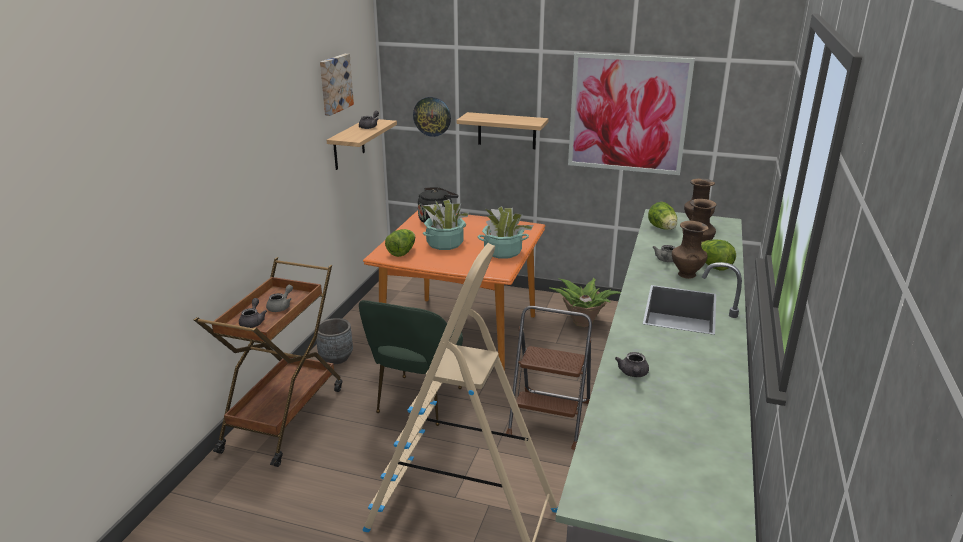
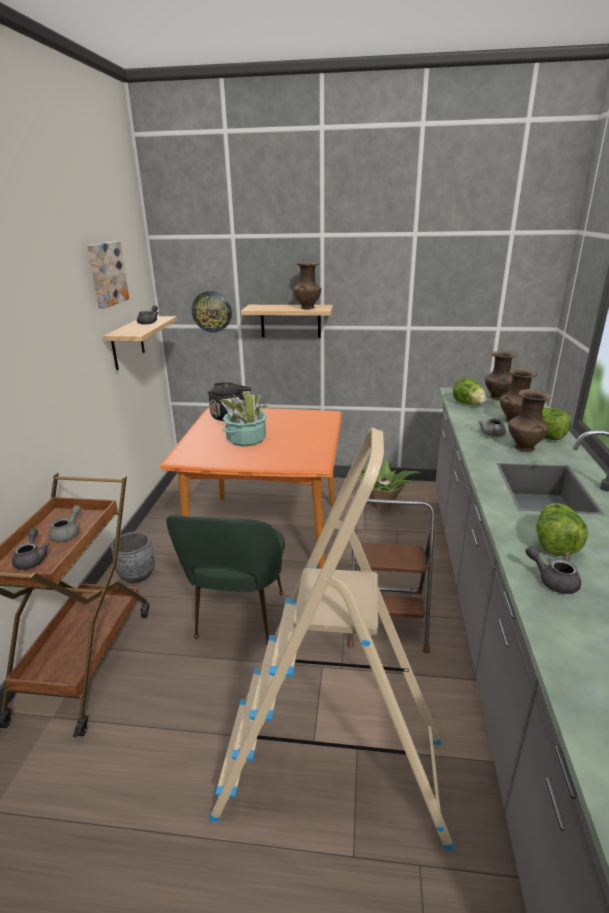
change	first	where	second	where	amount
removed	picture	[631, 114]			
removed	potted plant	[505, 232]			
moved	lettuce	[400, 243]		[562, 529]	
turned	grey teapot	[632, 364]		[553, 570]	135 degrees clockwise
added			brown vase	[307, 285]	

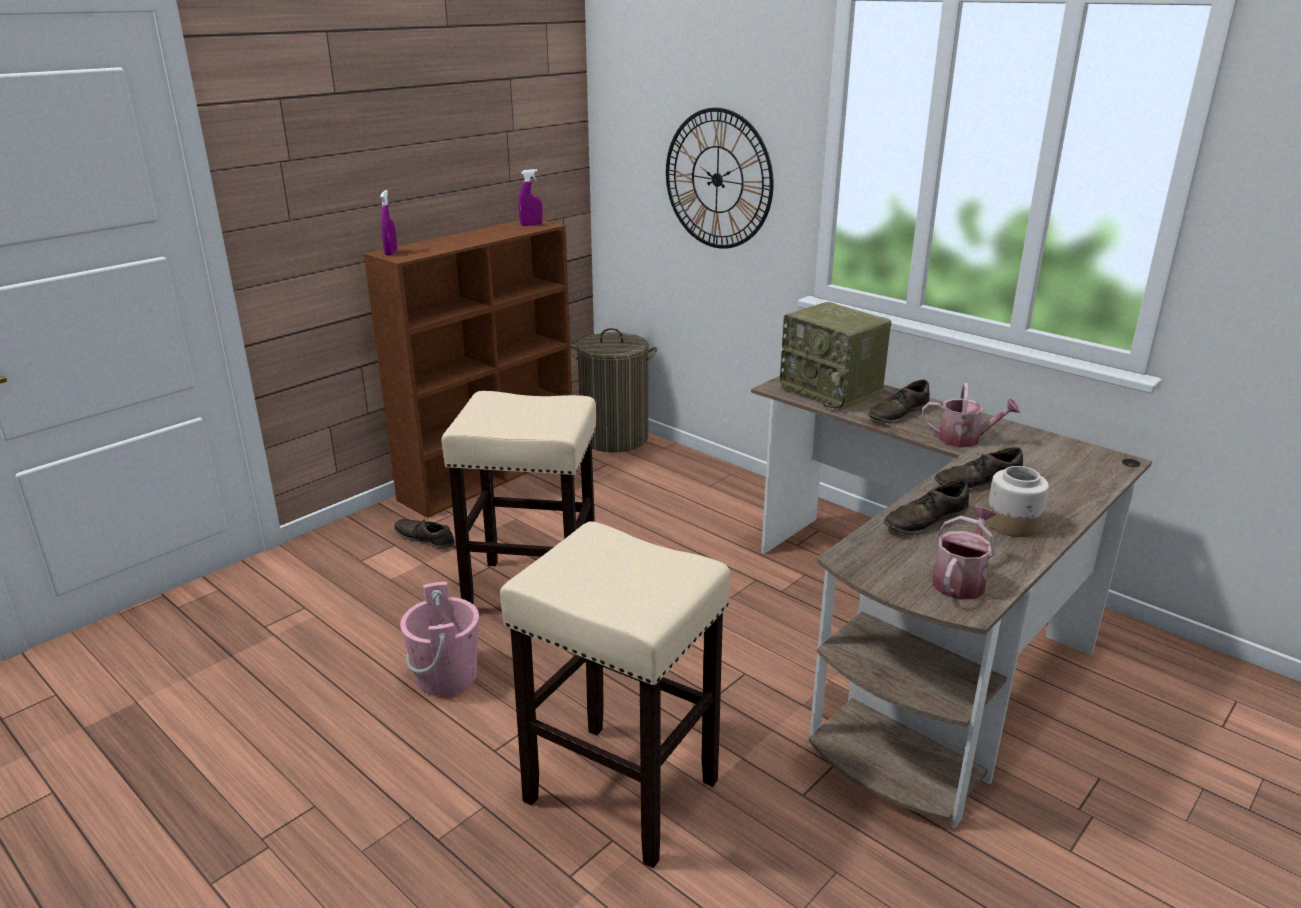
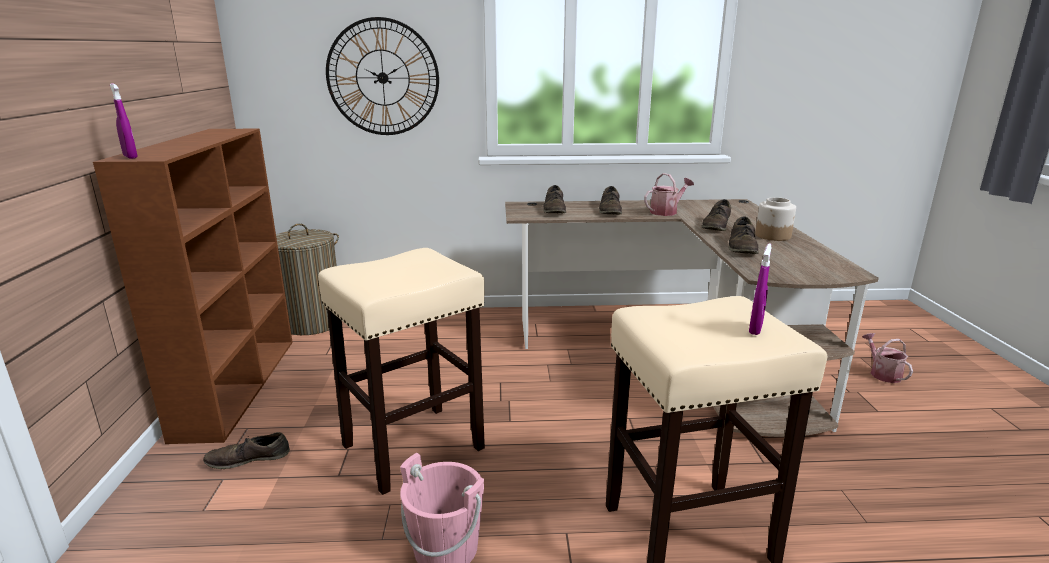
change	first	where	second	where	amount
moved	purple spray bottle	[531, 197]		[760, 289]	
replaced	radio	[835, 356]	brown shoe	[554, 199]	
moved	watering can	[964, 553]		[887, 358]	

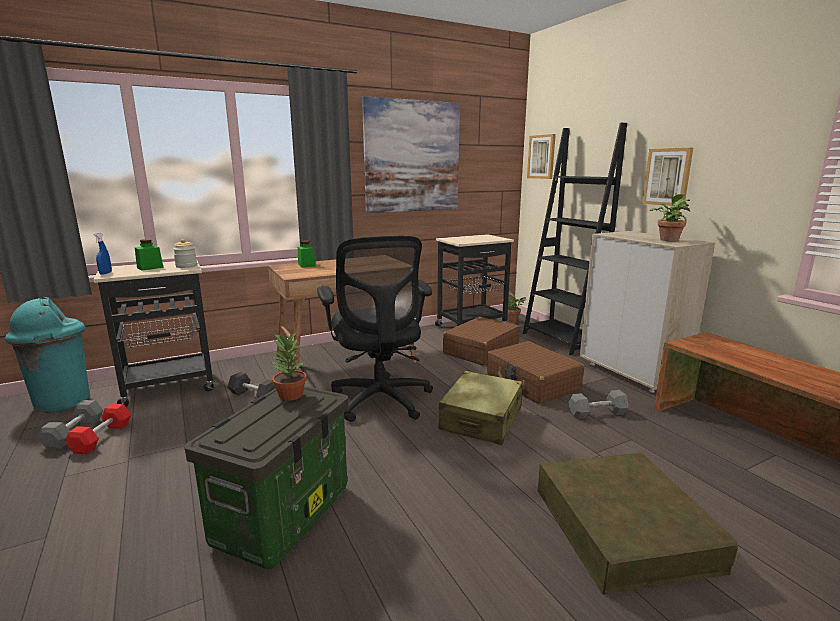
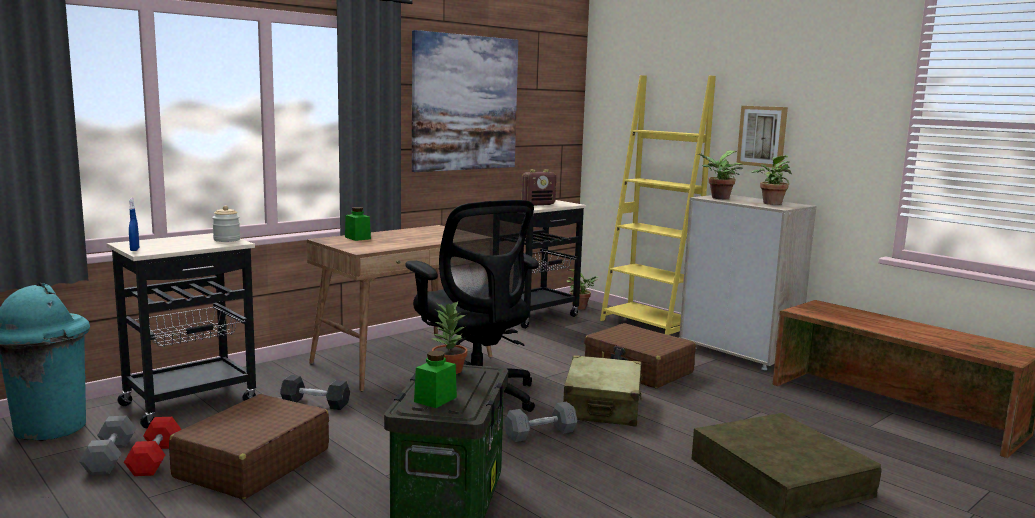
change	first	where	second	where	amount
recoloured	black bookcase	[575, 239]	yellow bookcase	[658, 205]	
removed	picture	[541, 156]			
moved	green jar	[149, 255]		[435, 379]	
moved	brown suitcase	[481, 341]		[249, 446]	
moved	grey dumbbell	[599, 404]		[541, 422]	
added			potted plant	[720, 175]	
added			radio	[539, 187]	

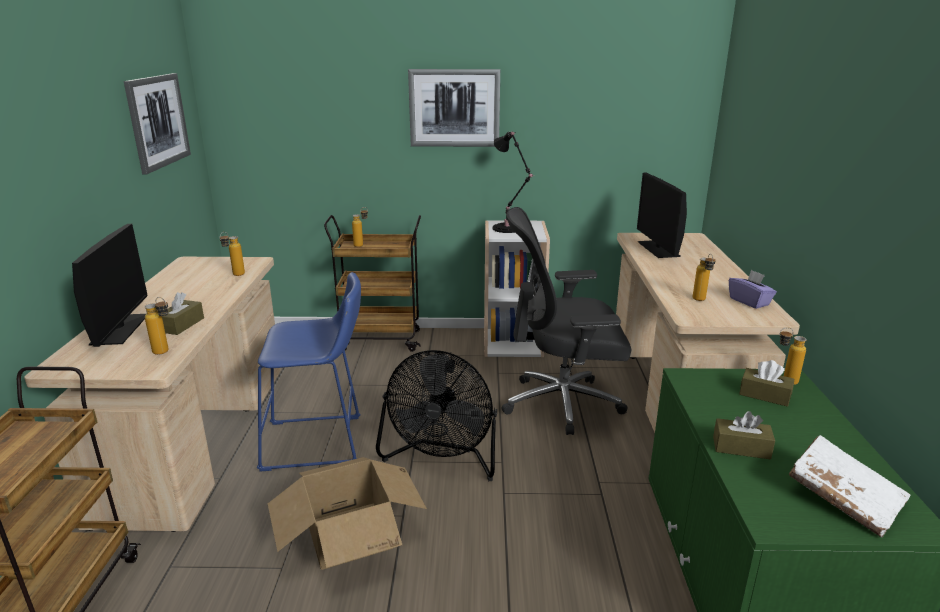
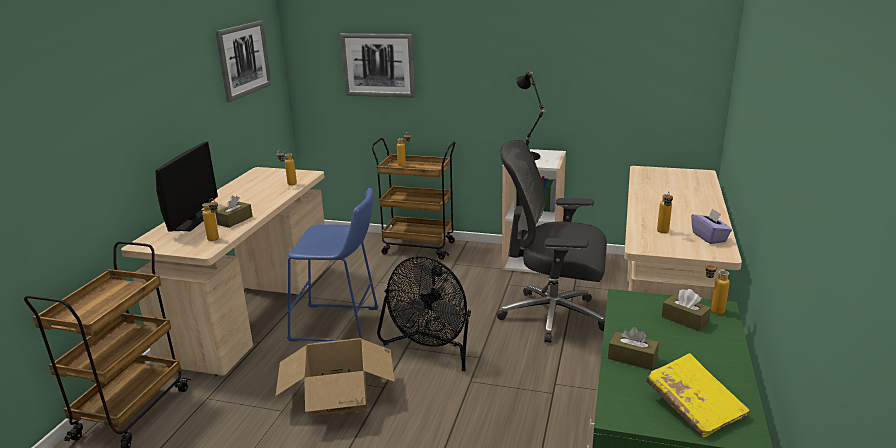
change	first	where	second	where	amount
moved	picture	[454, 108]		[378, 65]	
removed	monitor	[662, 215]			
recoloured	white book	[849, 486]	yellow book	[698, 396]	

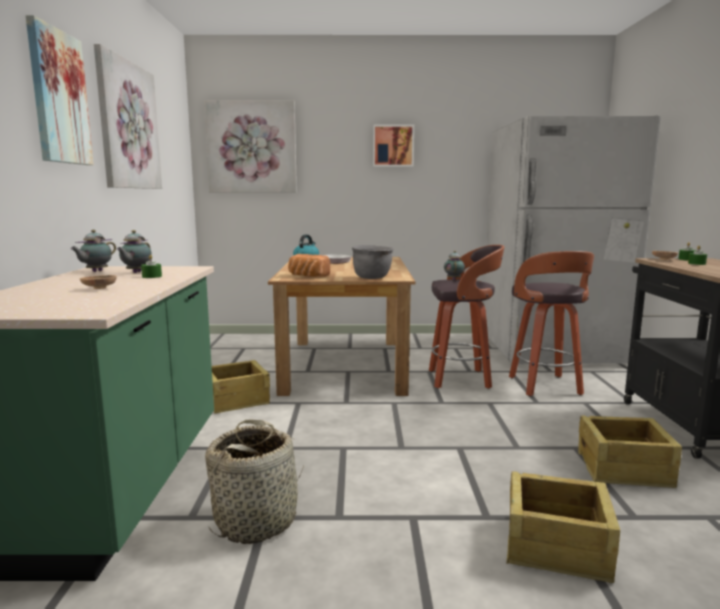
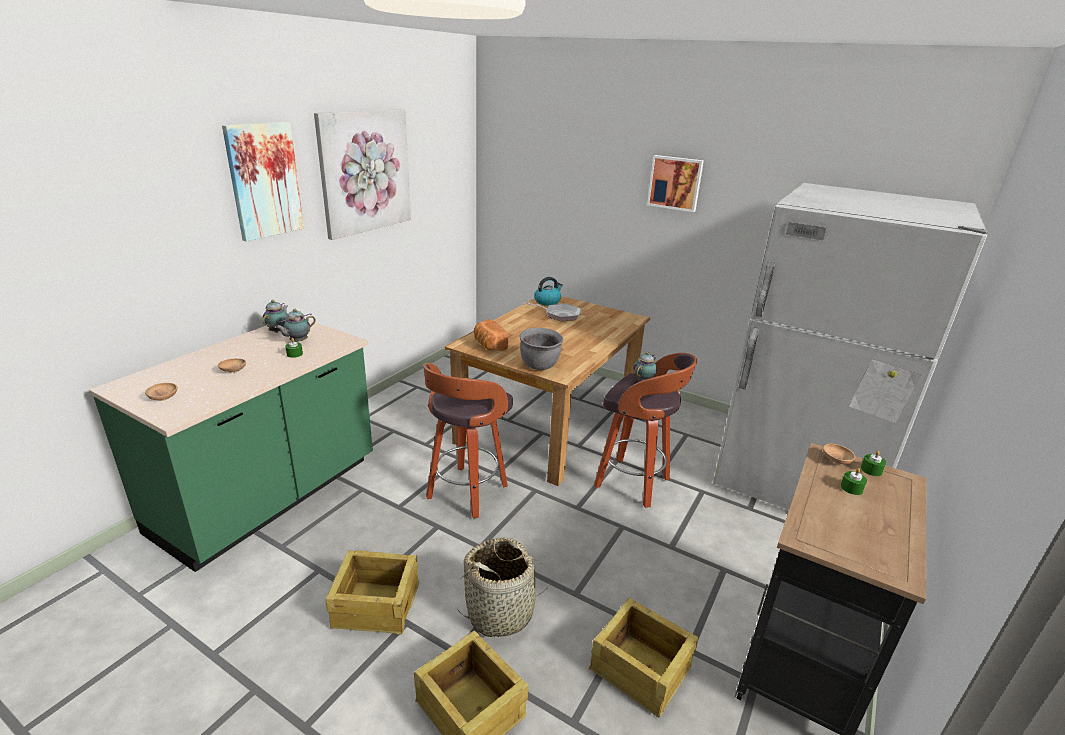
change	first	where	second	where	amount
removed	picture	[250, 146]			
turned	teapot	[93, 251]		[275, 316]	135 degrees clockwise
moved	stool	[551, 323]		[468, 440]	
moved	crate	[241, 387]		[372, 592]	
moved	basket	[254, 482]		[504, 587]	
added			brown bowl	[161, 392]	

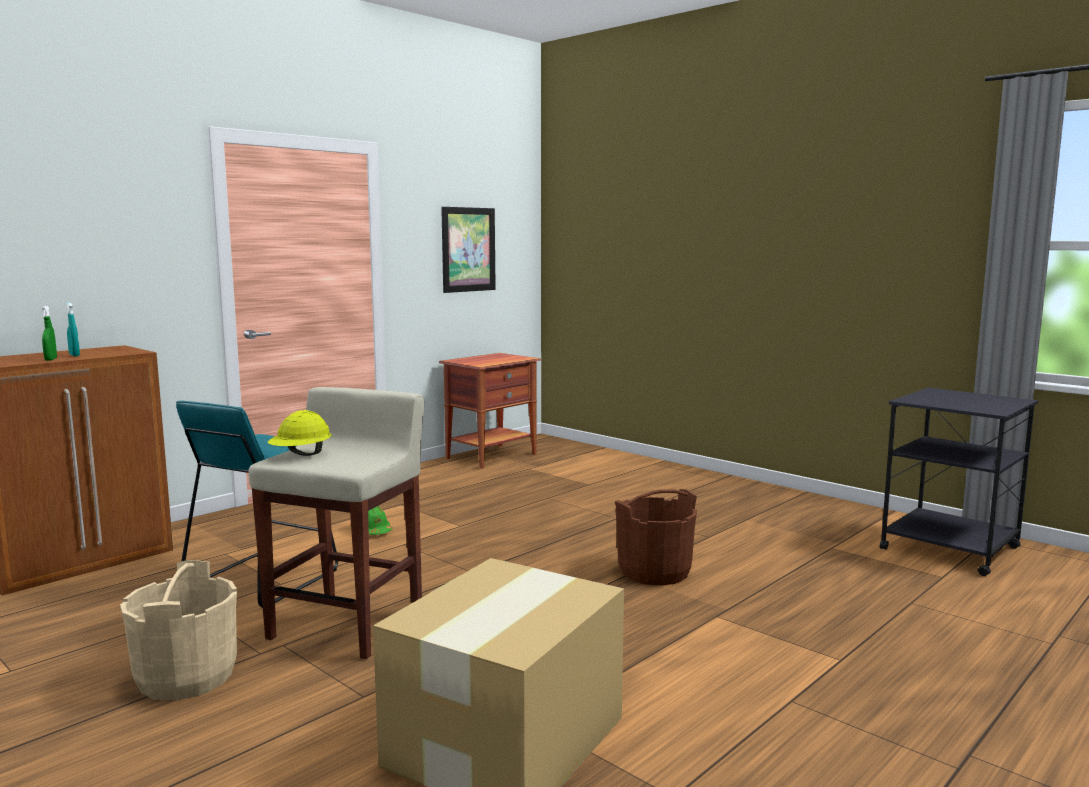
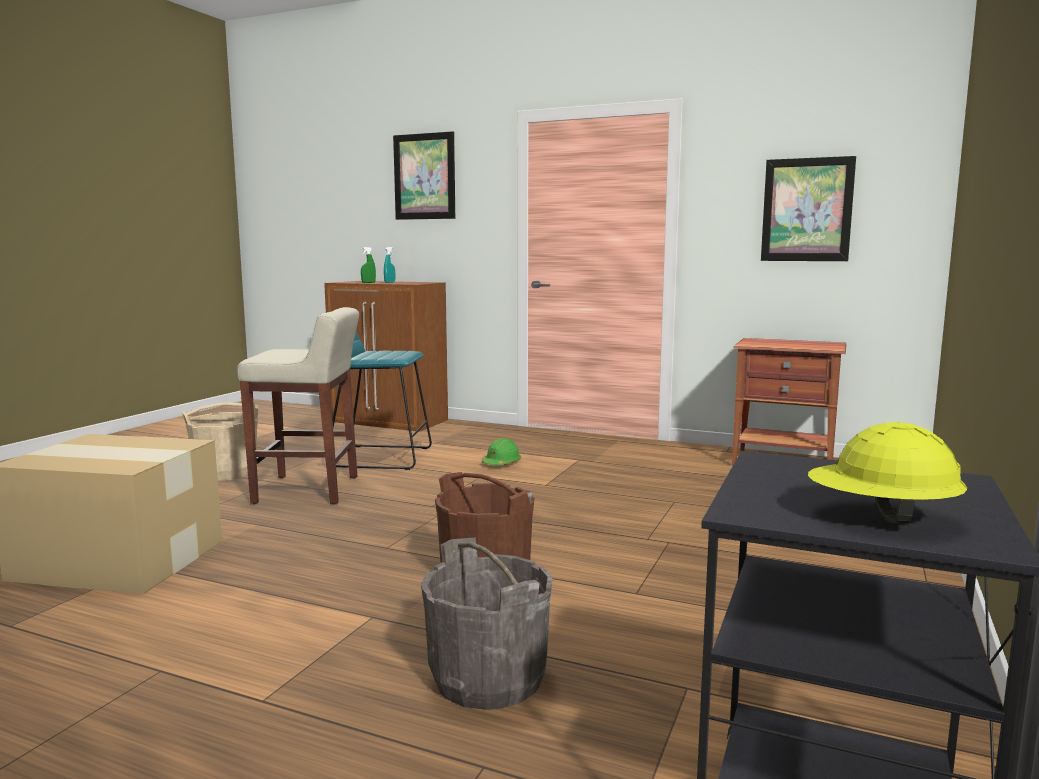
change	first	where	second	where	amount
moved	yellow hard hat	[300, 433]		[887, 473]	
added			picture	[424, 175]	
added			grey bucket	[487, 624]	

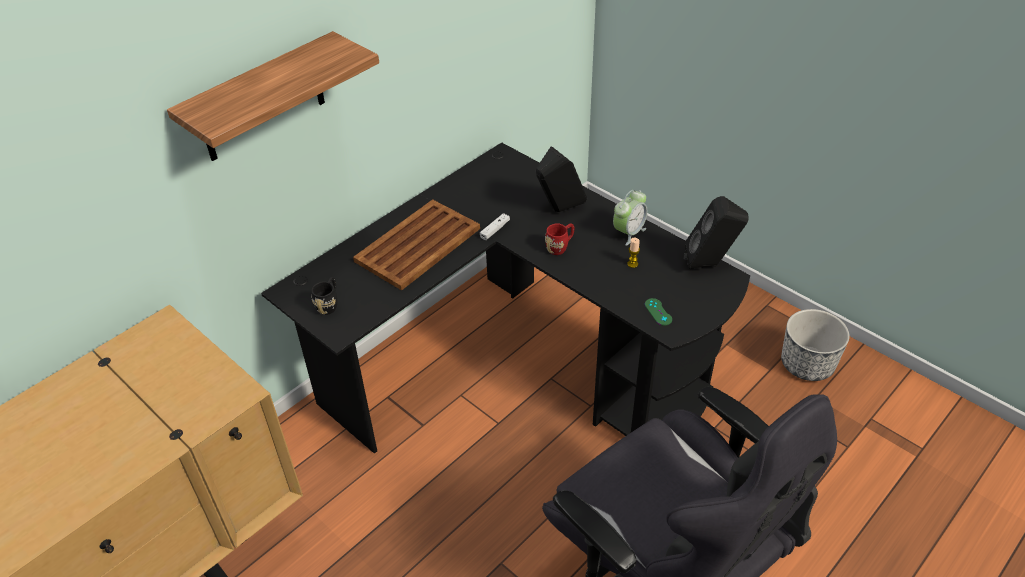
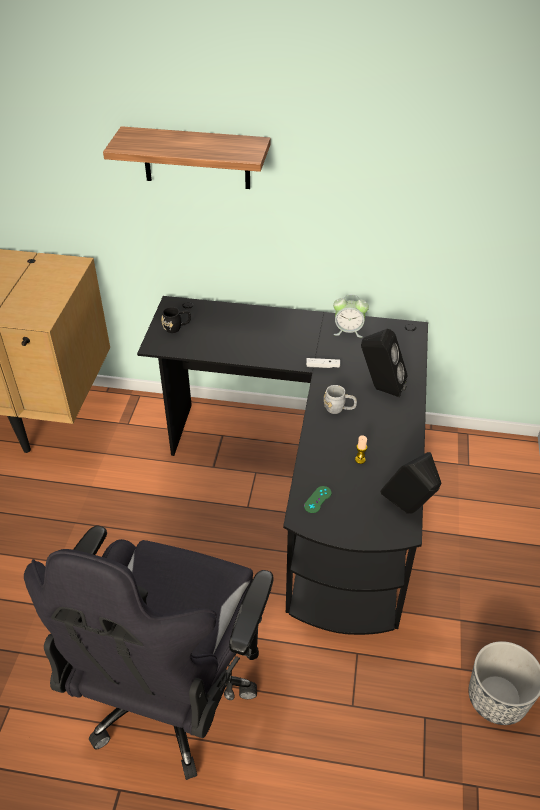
change	first	where	second	where	amount
moved	alarm clock	[630, 218]		[351, 315]	
removed	brown tray	[416, 245]			
recoloured	red mug	[559, 239]	grey mug	[340, 399]	

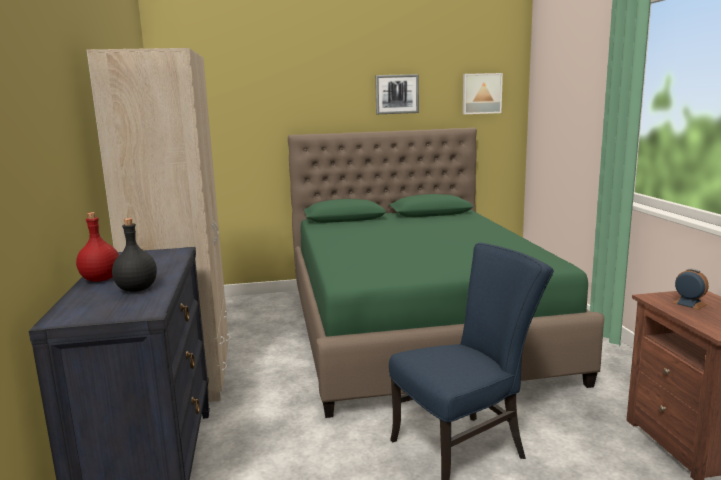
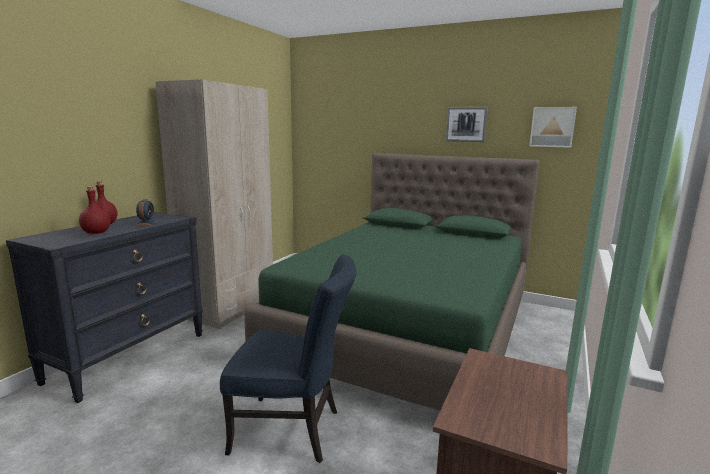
change	first	where	second	where	amount
recoloured	black bottle	[134, 255]	red bottle	[94, 210]	
moved	alarm clock	[690, 289]		[146, 212]	

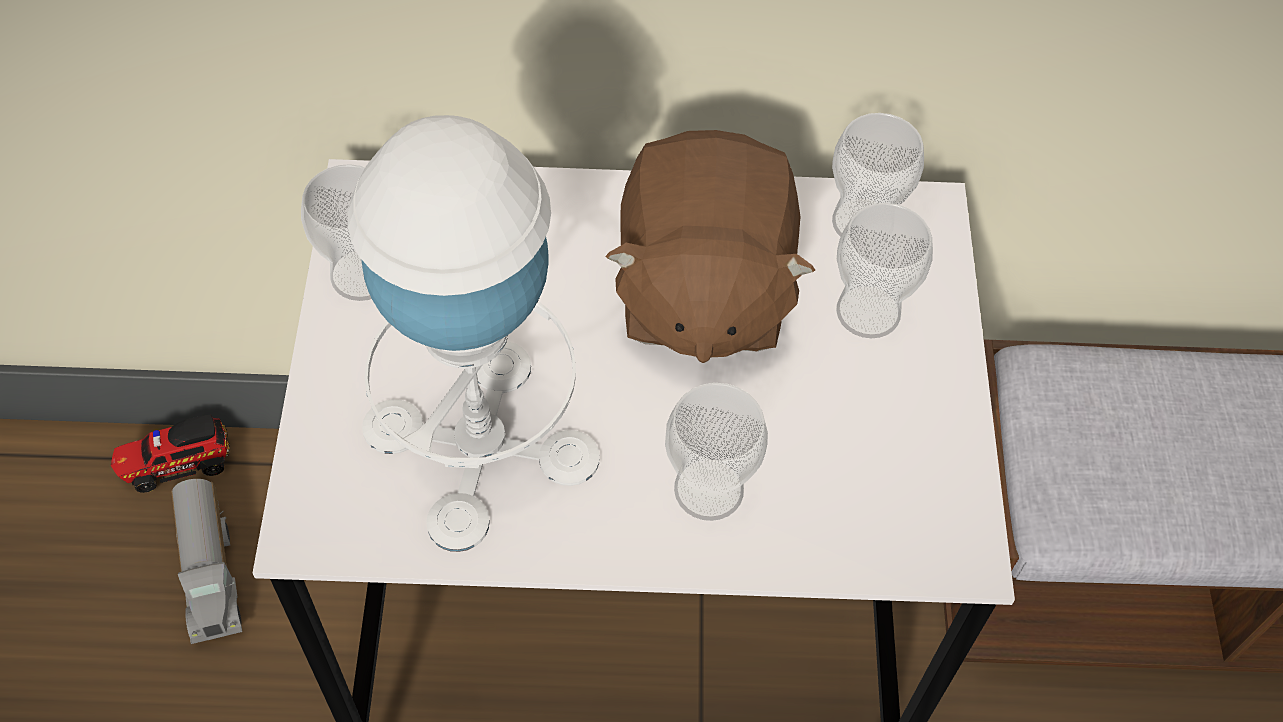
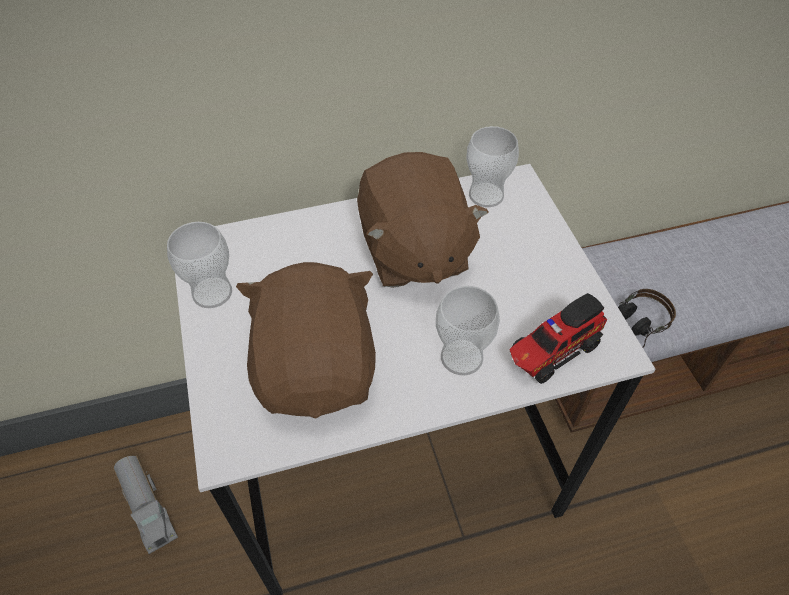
change	first	where	second	where	amount
replaced	white table lamp	[474, 333]	brown plush toy	[306, 340]	
removed	cup	[884, 271]			
moved	toy truck	[170, 454]		[558, 338]	
added			headphones	[647, 318]	

